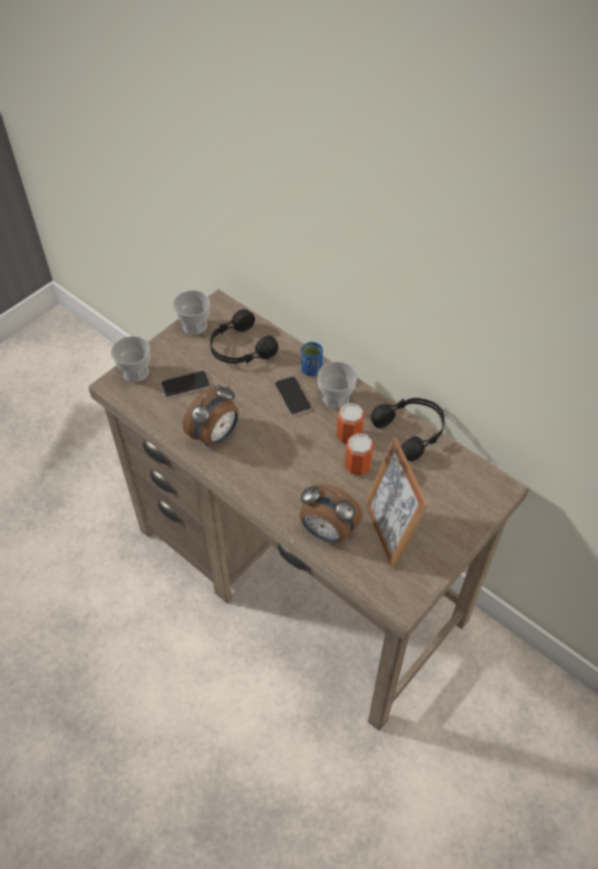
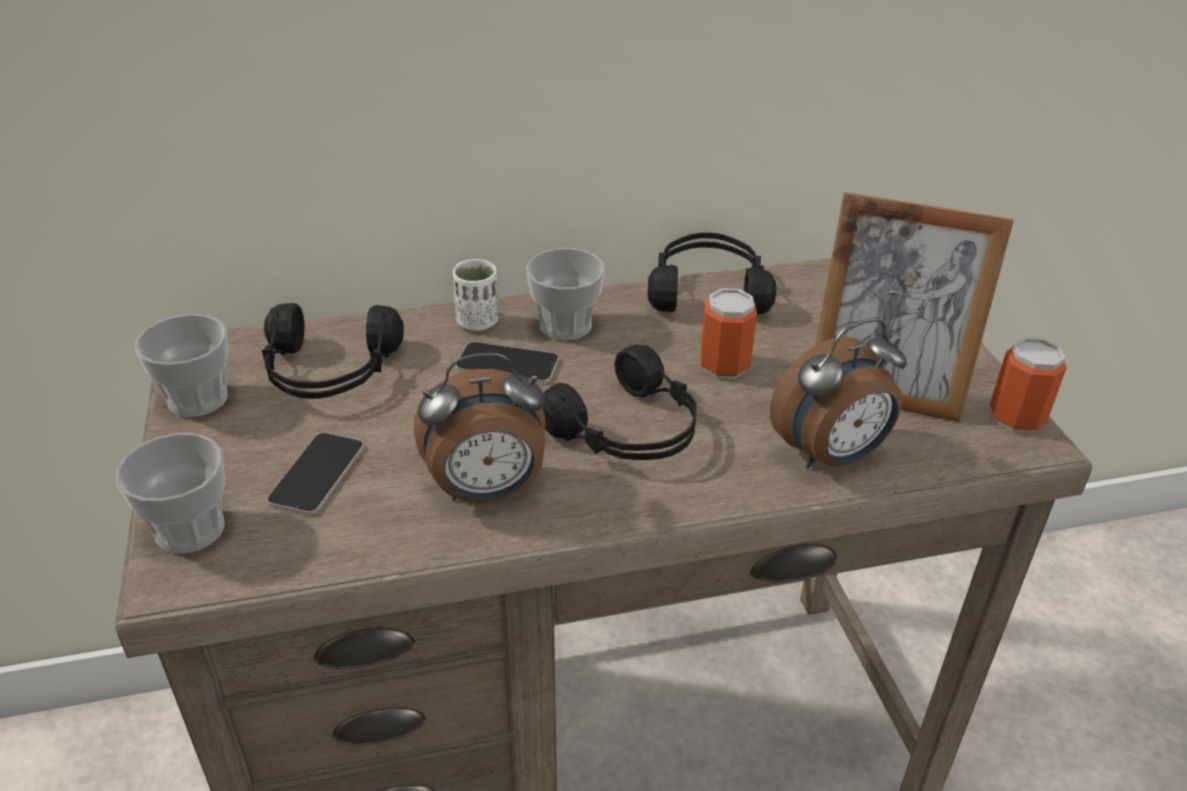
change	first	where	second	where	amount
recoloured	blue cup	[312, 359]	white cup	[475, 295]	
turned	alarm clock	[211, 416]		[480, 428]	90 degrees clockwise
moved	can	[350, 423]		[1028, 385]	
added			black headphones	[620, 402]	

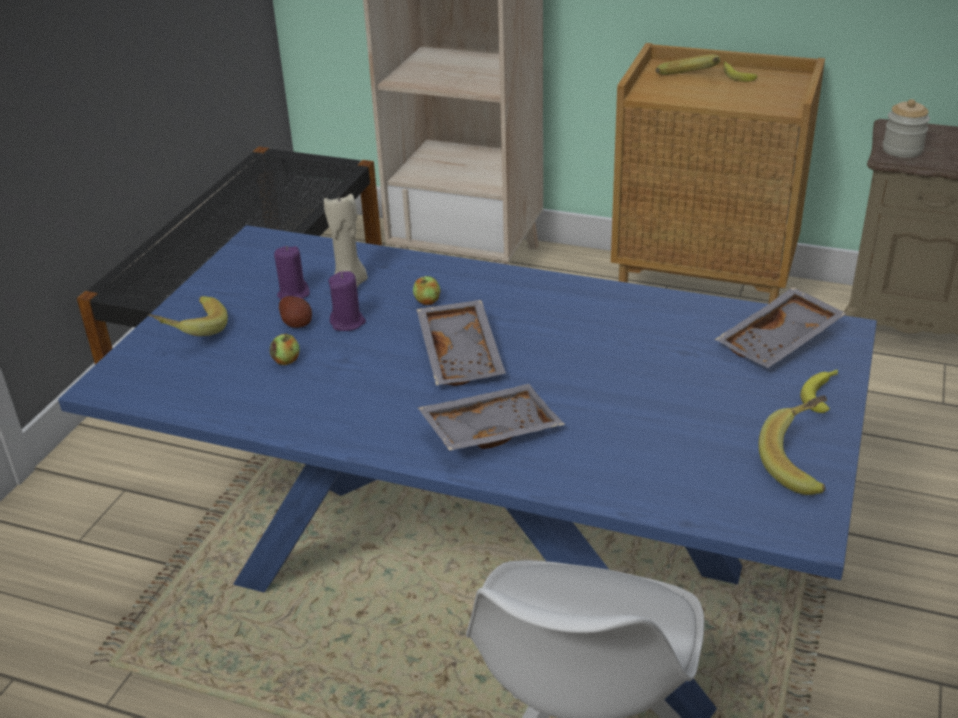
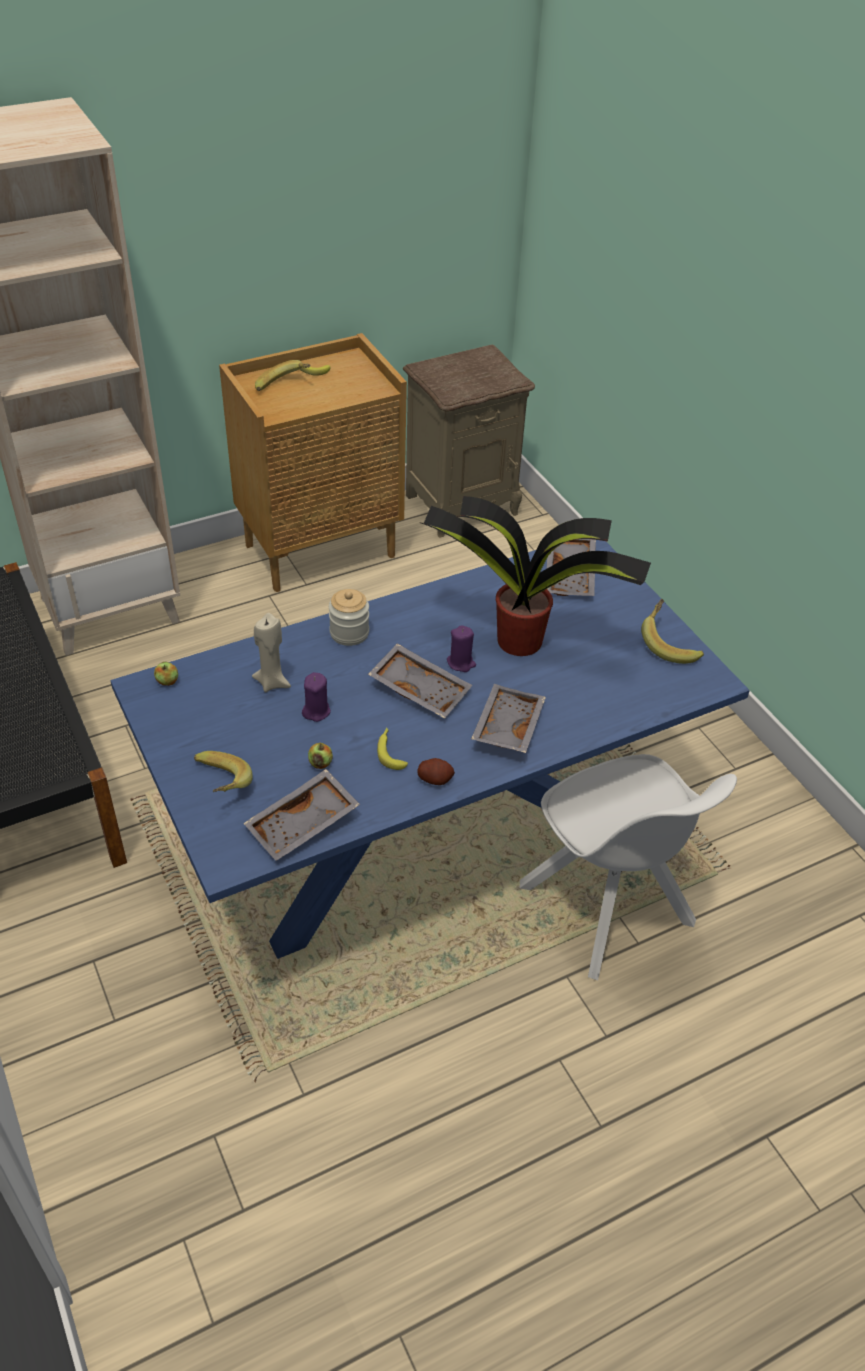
change	first	where	second	where	amount
moved	jar	[906, 128]		[349, 617]	
moved	purple candle	[292, 272]		[461, 648]	
moved	apple	[427, 290]		[166, 674]	
moved	potato	[295, 312]		[436, 771]	
moved	banana	[819, 391]		[392, 748]	
added			potted plant	[536, 576]	
added			grey tray	[301, 815]	

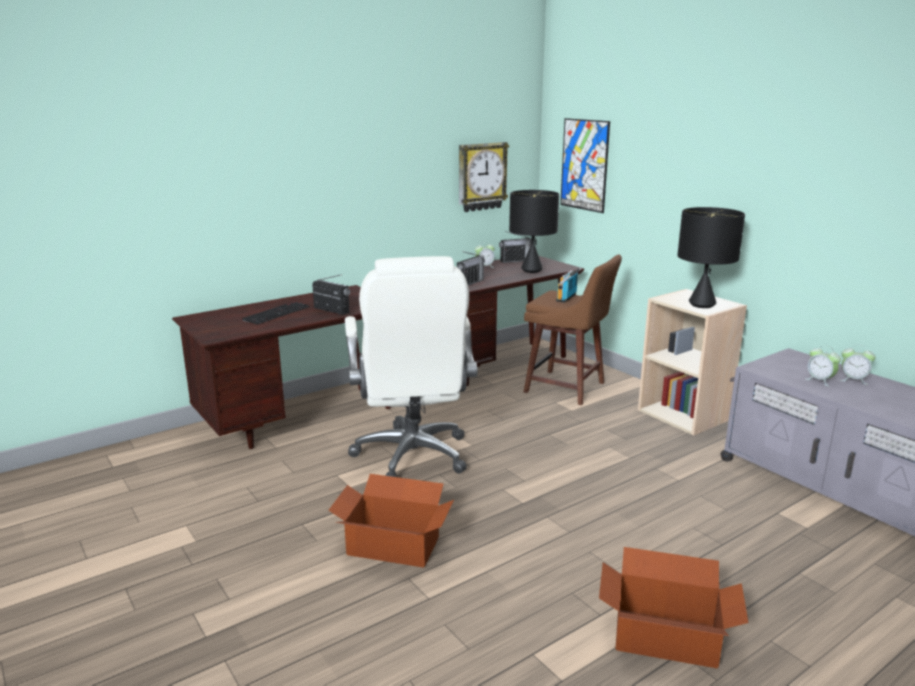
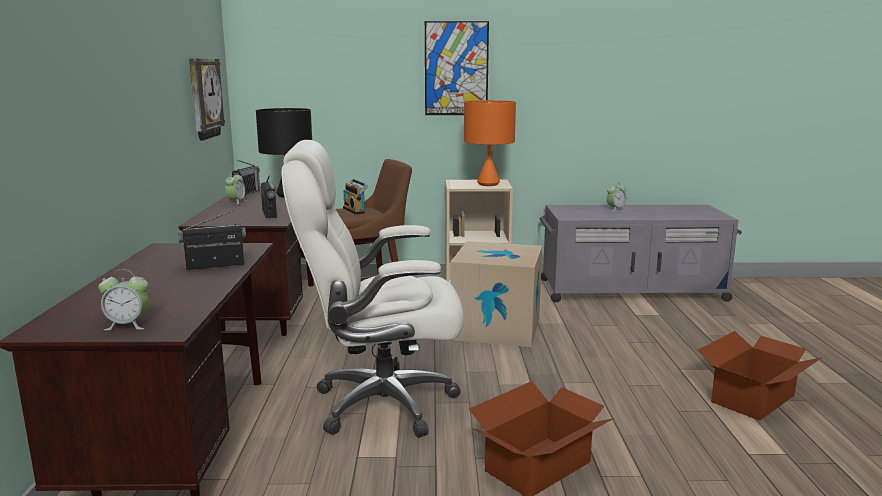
change	first	where	second	where	amount
moved	picture	[585, 165]		[457, 68]	
recoloured	black table lamp	[711, 257]	orange table lamp	[490, 143]	
turned	white office chair	[411, 366]		[372, 289]	150 degrees clockwise
removed	keyboard	[276, 313]			
moved	alarm clock	[823, 366]		[123, 299]	
added			cardboard box	[496, 294]	

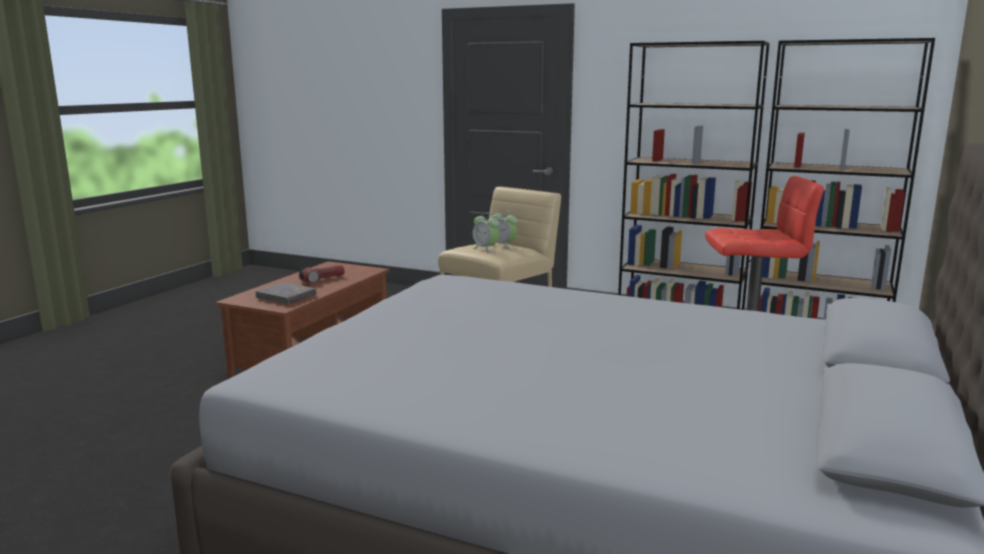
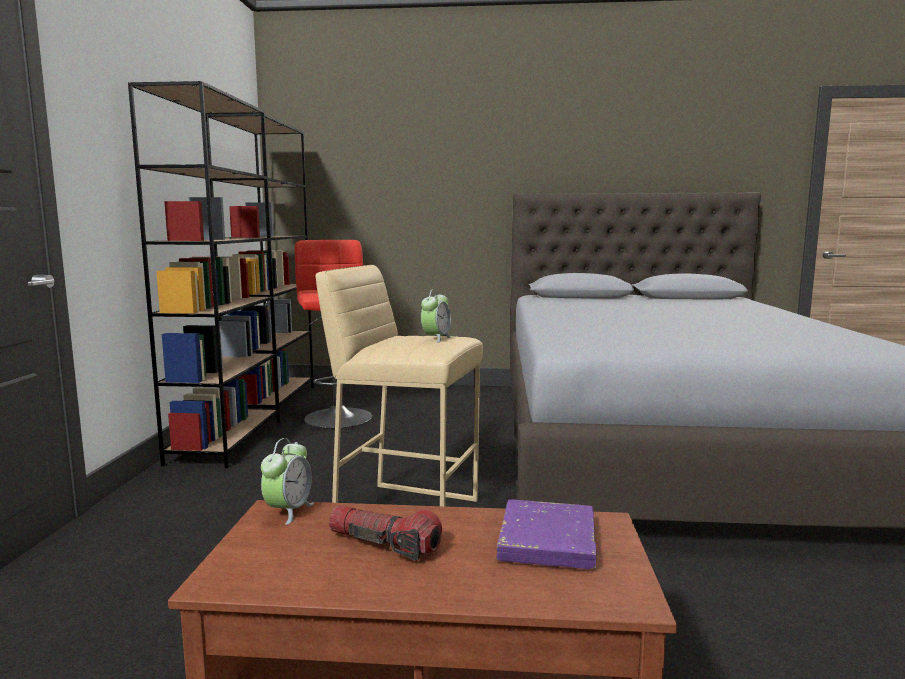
change	first	where	second	where	amount
moved	alarm clock	[504, 229]		[287, 481]	
recoloured	grey book	[286, 293]	purple book	[547, 534]	

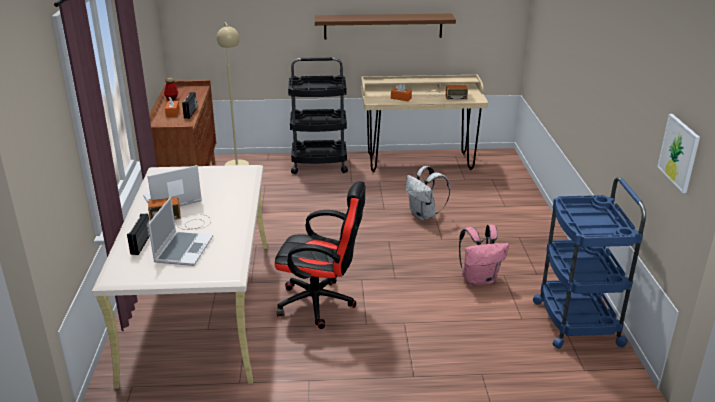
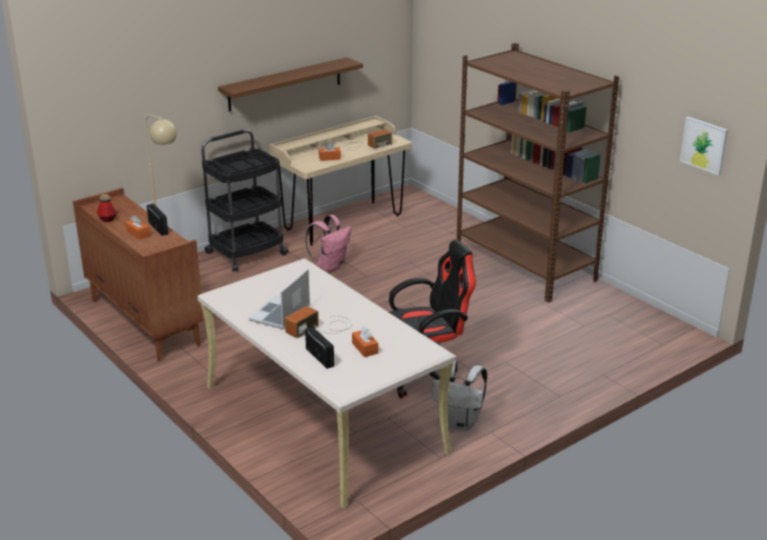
change	first	where	second	where	amount
moved	white backpack	[427, 193]		[459, 396]	
removed	blue cart	[589, 263]			
replaced	laptop	[180, 231]	orange tissue box	[365, 341]	
moved	pink backpack	[484, 255]		[328, 244]	
added			brown bookcase	[538, 173]	

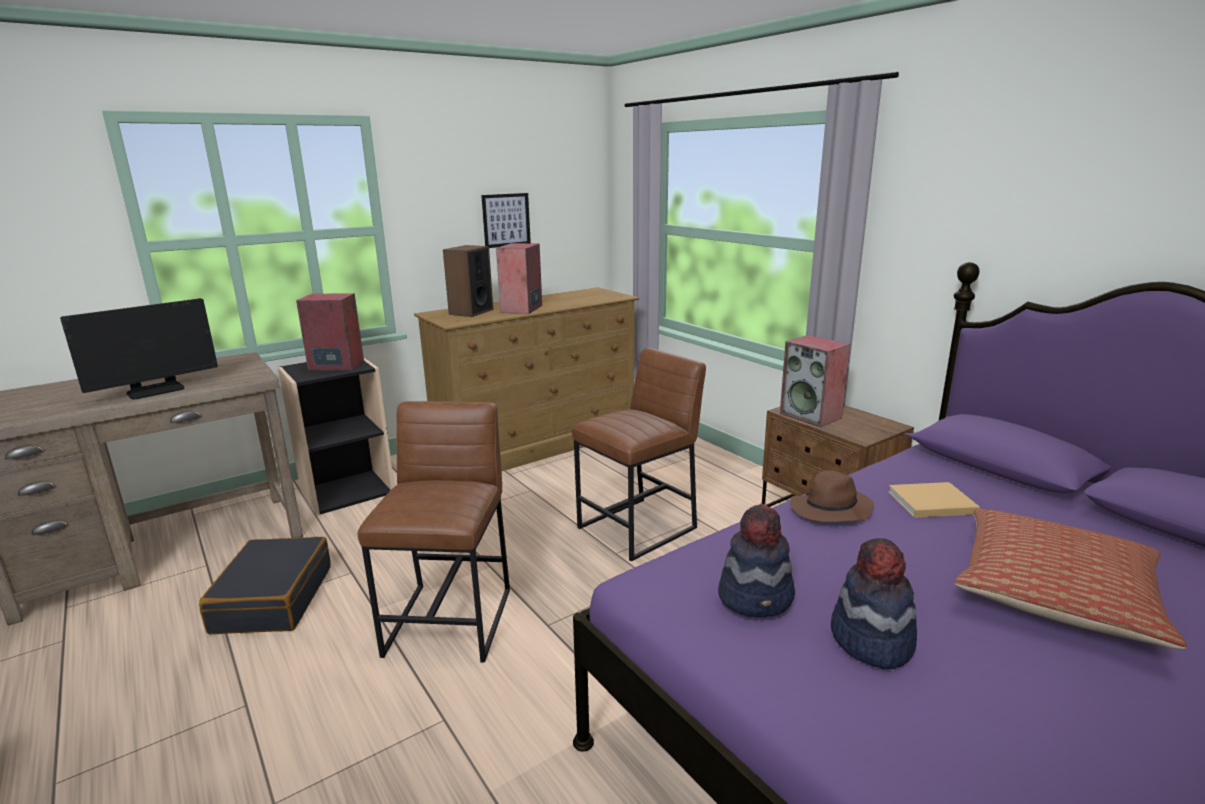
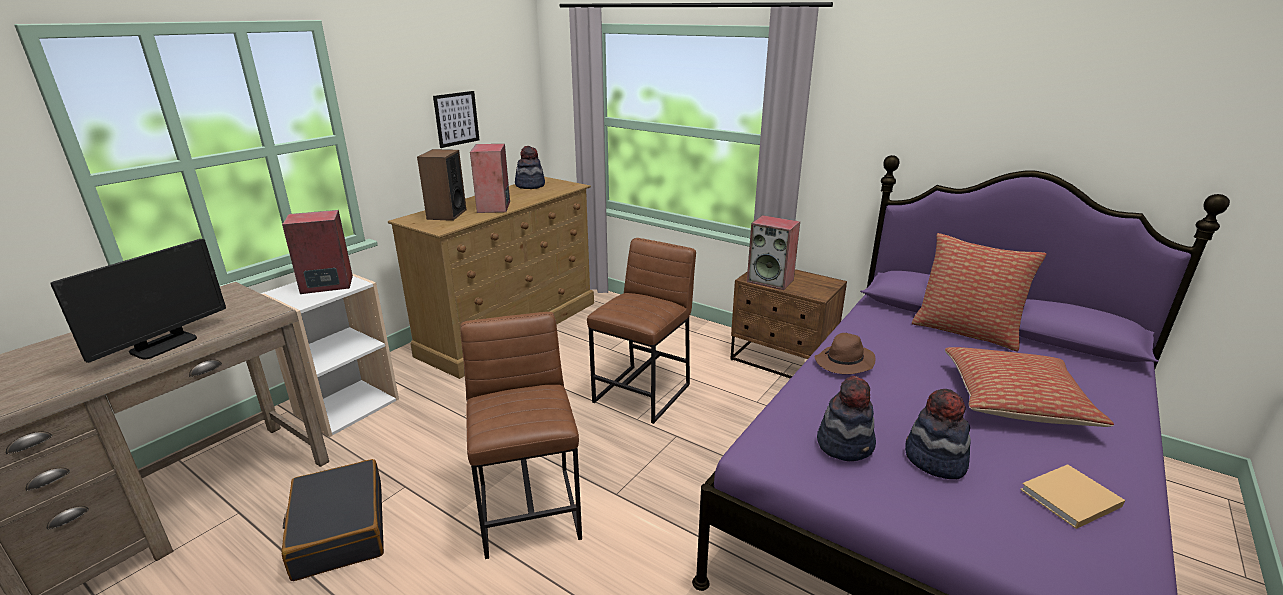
change	first	where	second	where	amount
recoloured	black bookcase	[336, 437]	white bookcase	[329, 355]	
moved	beige book	[934, 500]		[1072, 496]	
added			hat	[530, 167]	
added			pillow	[979, 292]	

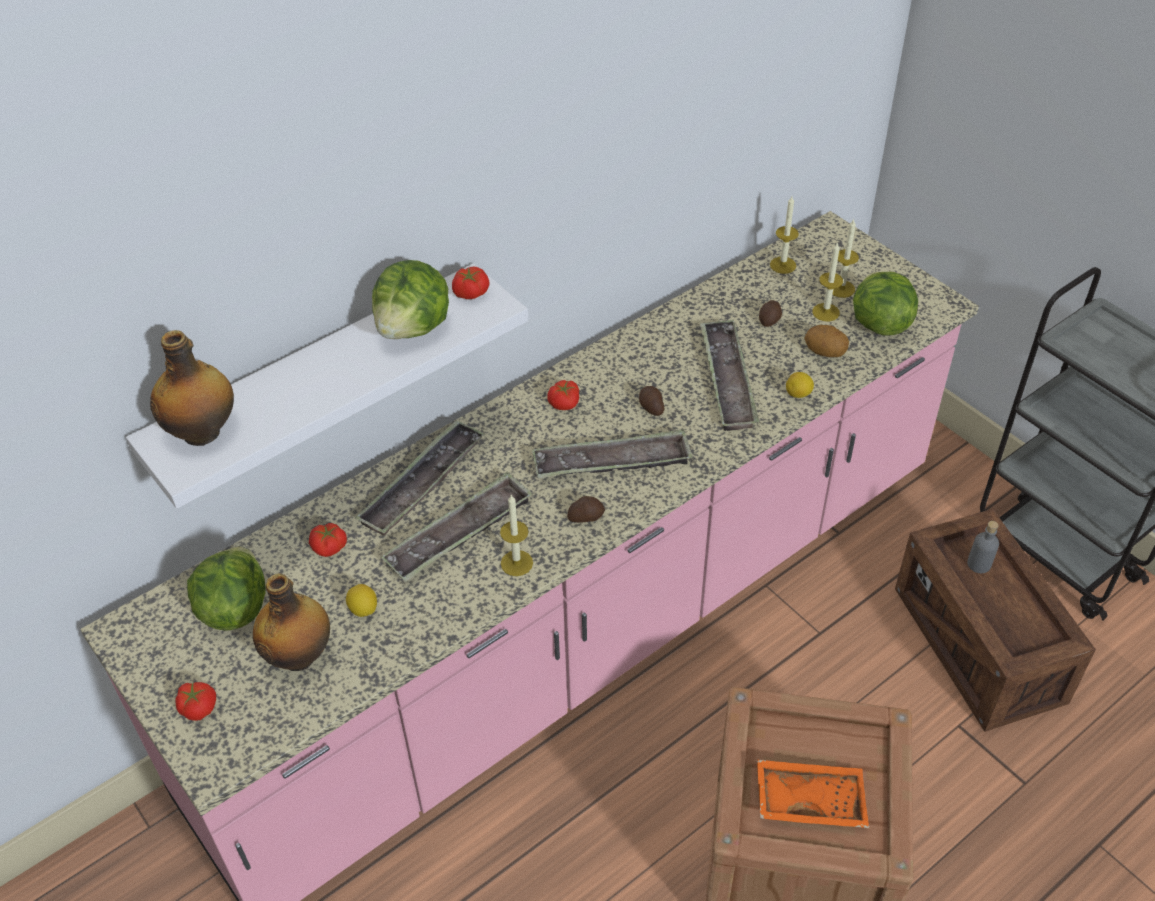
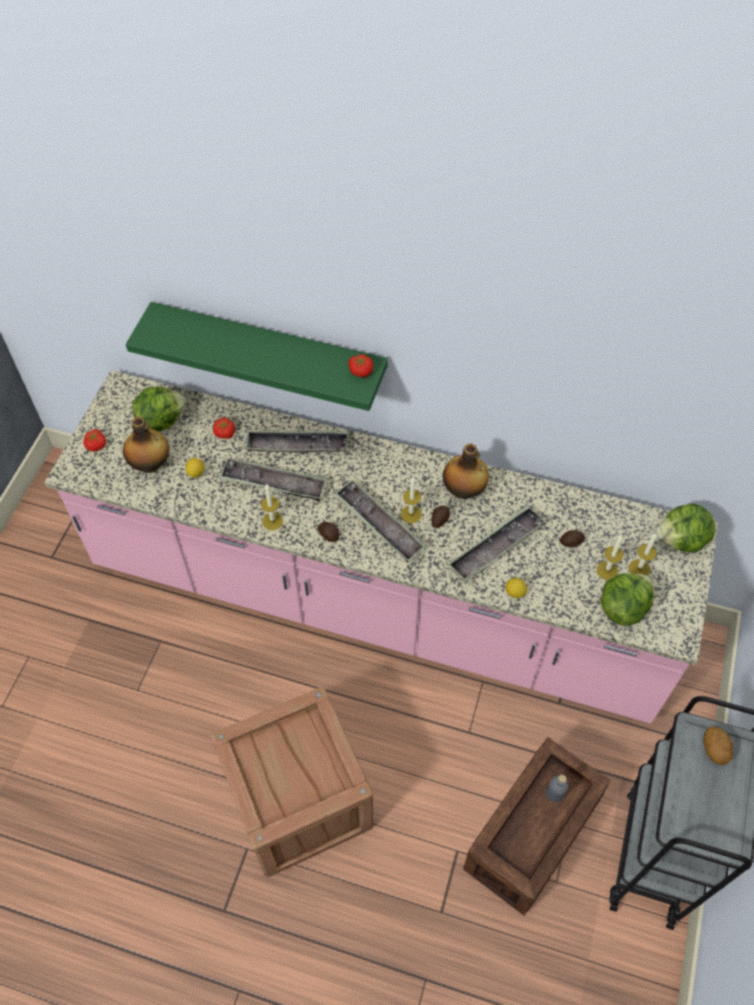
change	first	where	second	where	amount
moved	candle	[784, 235]		[411, 500]	
moved	lettuce	[410, 299]		[685, 528]	
recoloured	white shelf	[327, 386]	green shelf	[257, 356]	
moved	potato	[826, 341]		[718, 746]	
moved	bottle	[192, 388]		[465, 471]	
removed	tomato	[563, 395]			
removed	orange tray	[813, 793]			

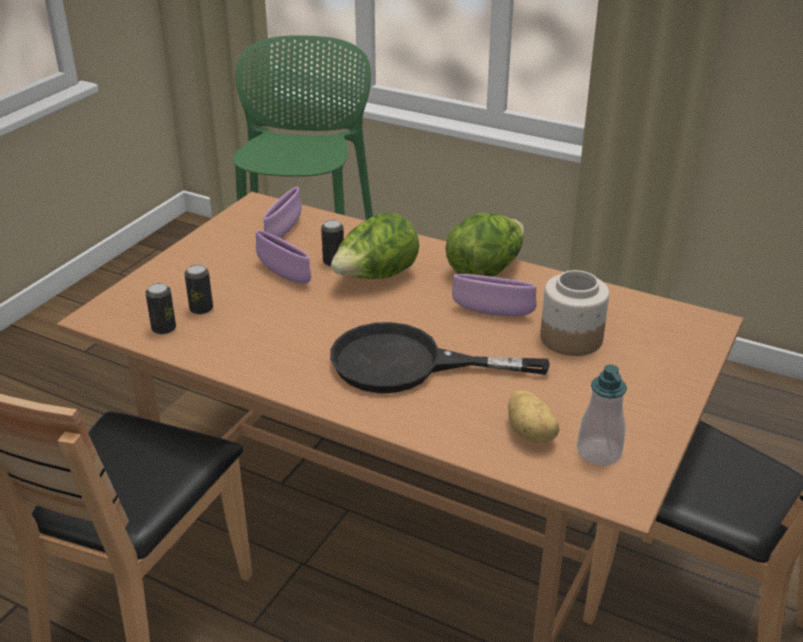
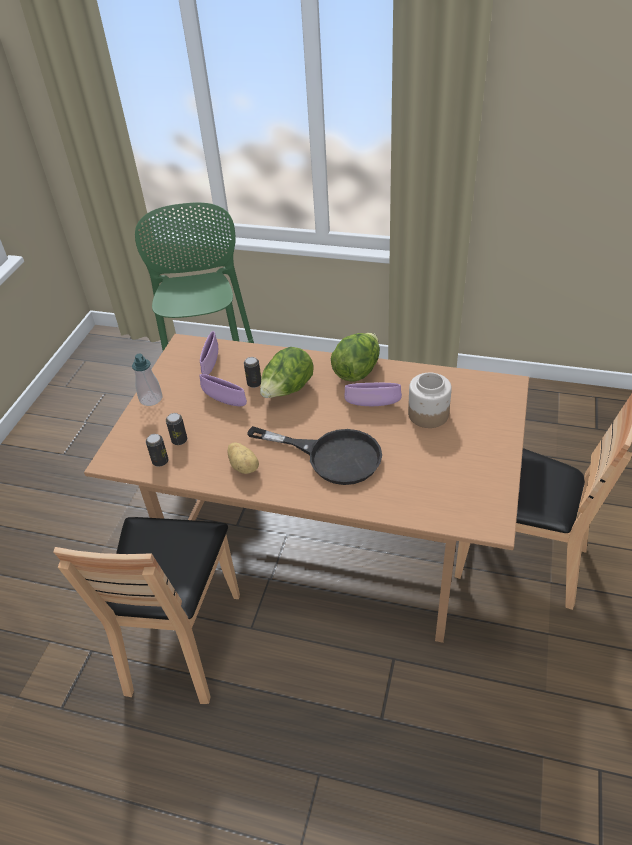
change	first	where	second	where	amount
turned	black frying pan	[440, 357]		[314, 455]	150 degrees counterclockwise
moved	soap dispenser	[602, 415]		[147, 380]	
moved	potato	[534, 416]		[243, 458]	

